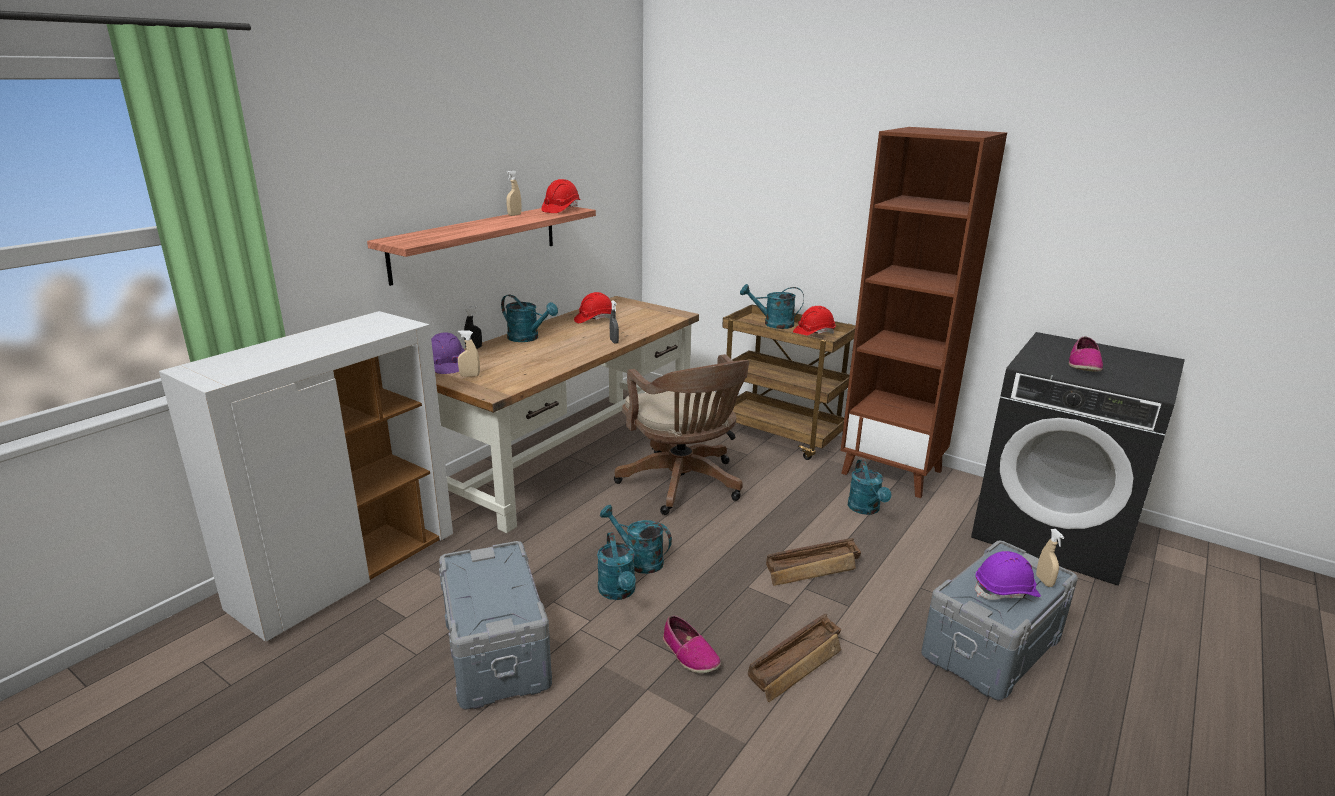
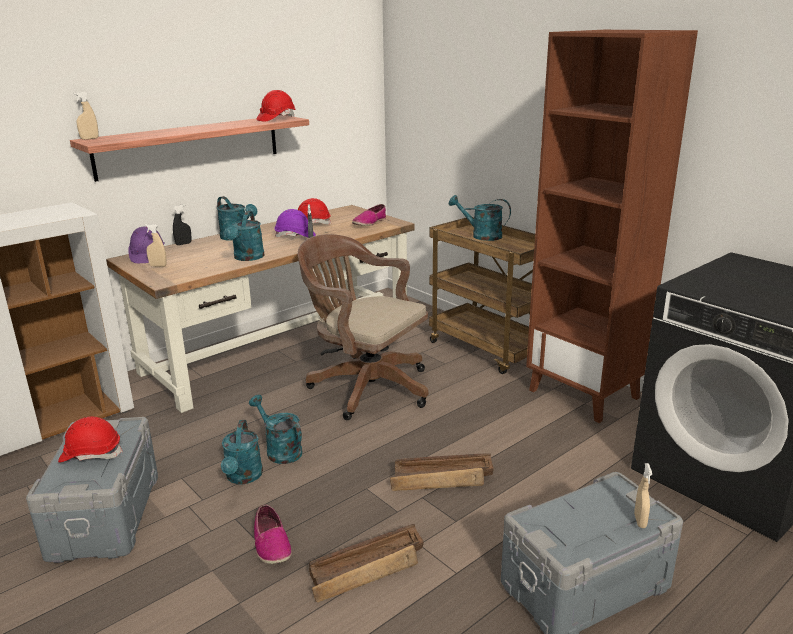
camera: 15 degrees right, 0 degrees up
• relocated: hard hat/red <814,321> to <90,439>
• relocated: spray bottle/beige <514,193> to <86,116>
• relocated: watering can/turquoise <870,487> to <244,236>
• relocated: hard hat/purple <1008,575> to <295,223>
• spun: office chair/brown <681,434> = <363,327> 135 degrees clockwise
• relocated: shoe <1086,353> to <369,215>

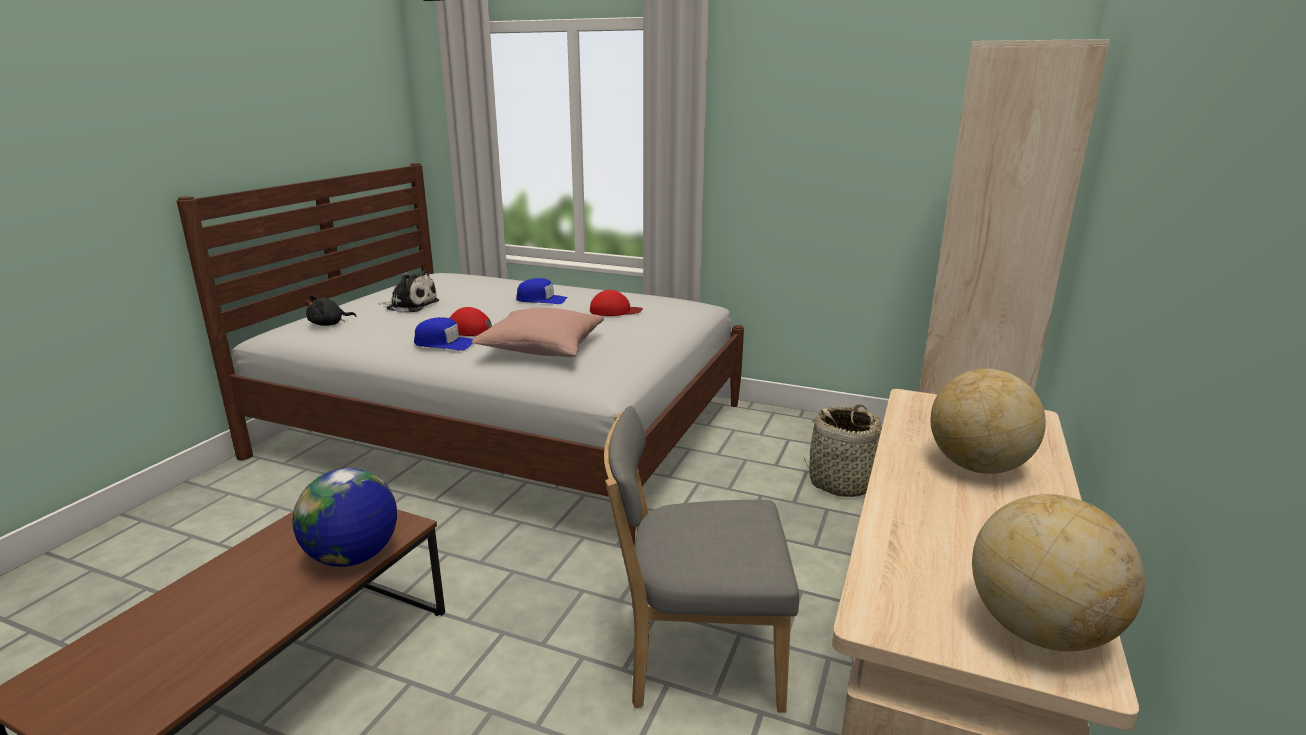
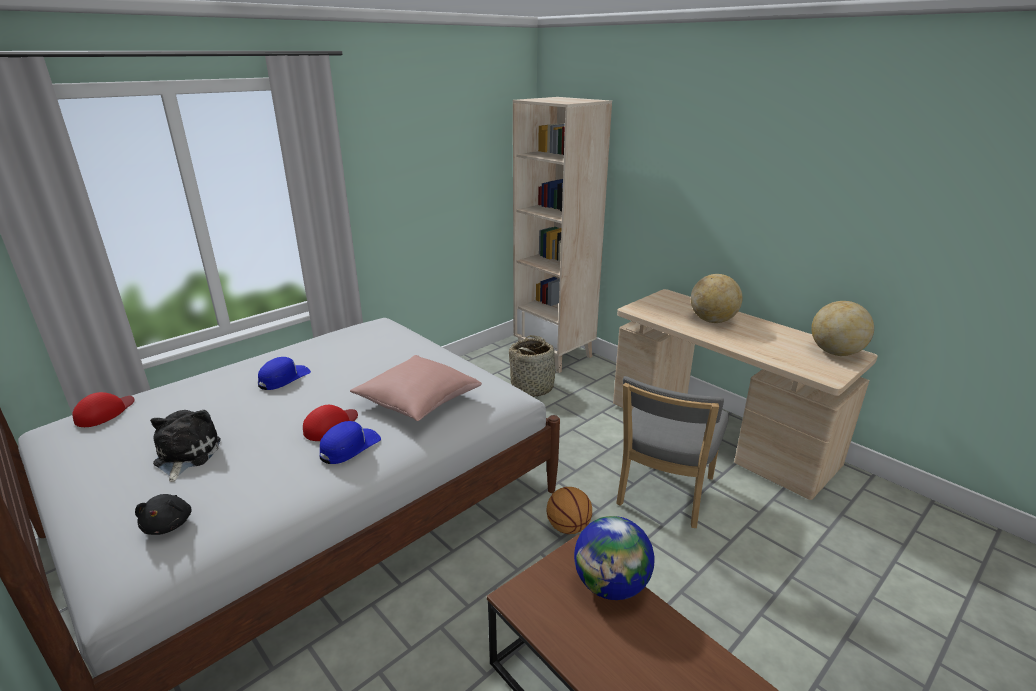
camera: 65 degrees left, 5 degrees up
• relocated: cap/red <616,303> to <103,409>
• spun: plush toy <409,291> = <185,446> 45 degrees counterclockwise
• appeared: basketball <569,510>

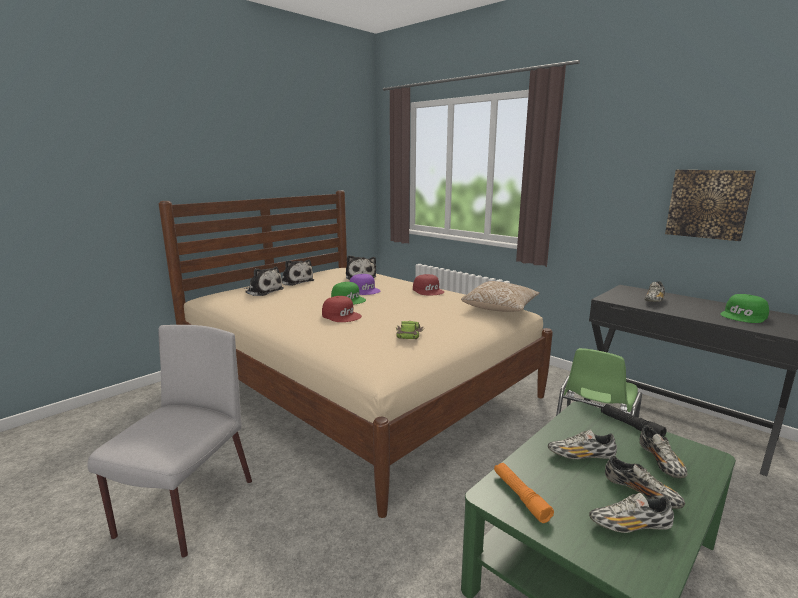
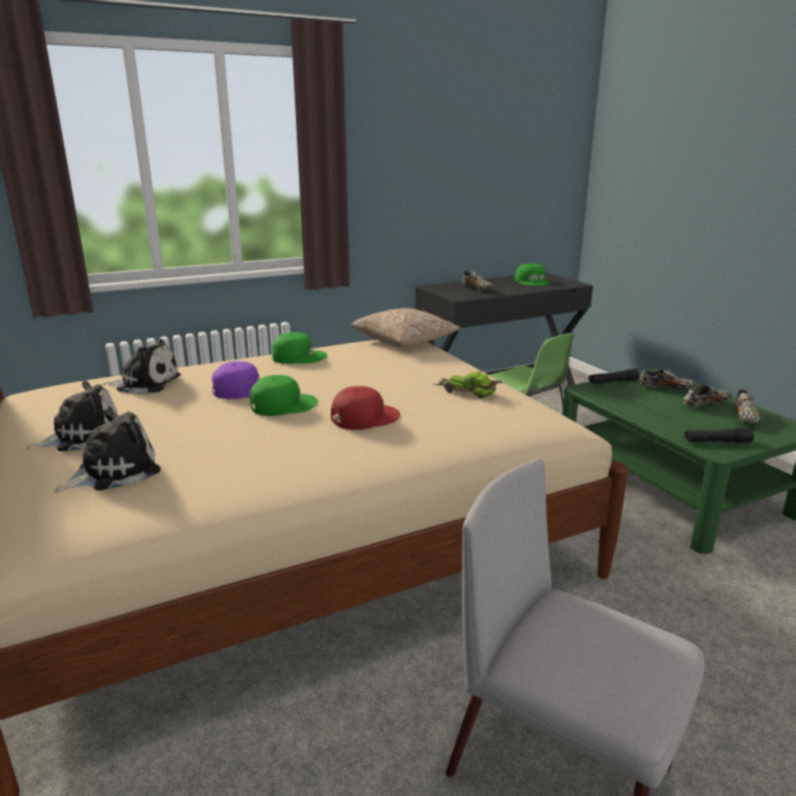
camera: 70 degrees left, 5 degrees up
• colour: cap/red <428,285> to cap/green <299,348>
• colour: flashlight/orange <524,493> to flashlight/black <719,435>
• missing: shoe <582,444>
• missing: picture <710,205>

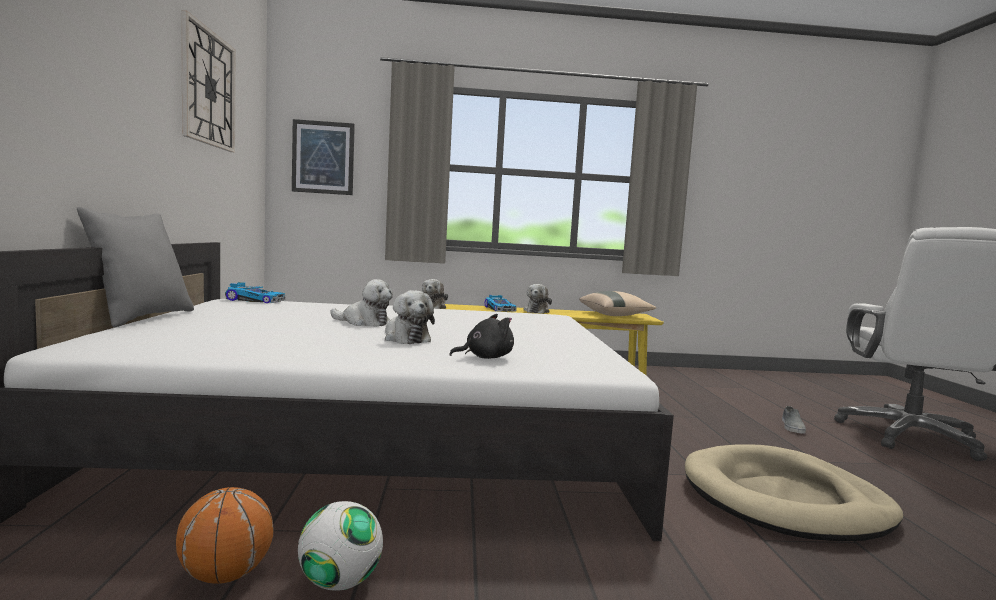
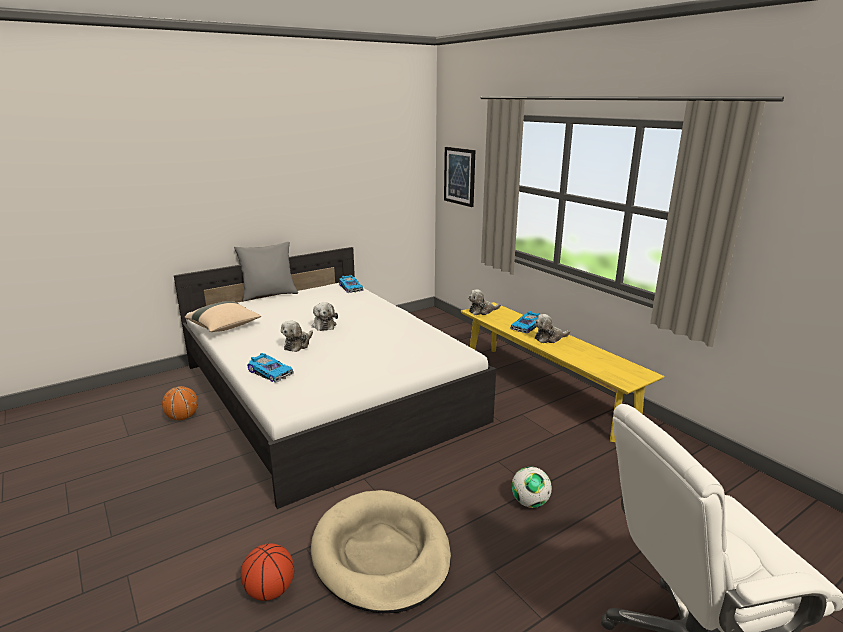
camera: 60 degrees right, 15 degrees up
• relocated: pillow/beige <617,303> to <223,316>
• appeared: basketball <267,572>
• exchanged: plush toy/black <481,336> to toy car <270,368>
• relocated: football <340,546> to <532,487>
• missing: wall clock <208,81>
• missing: shoe/grey <794,420>

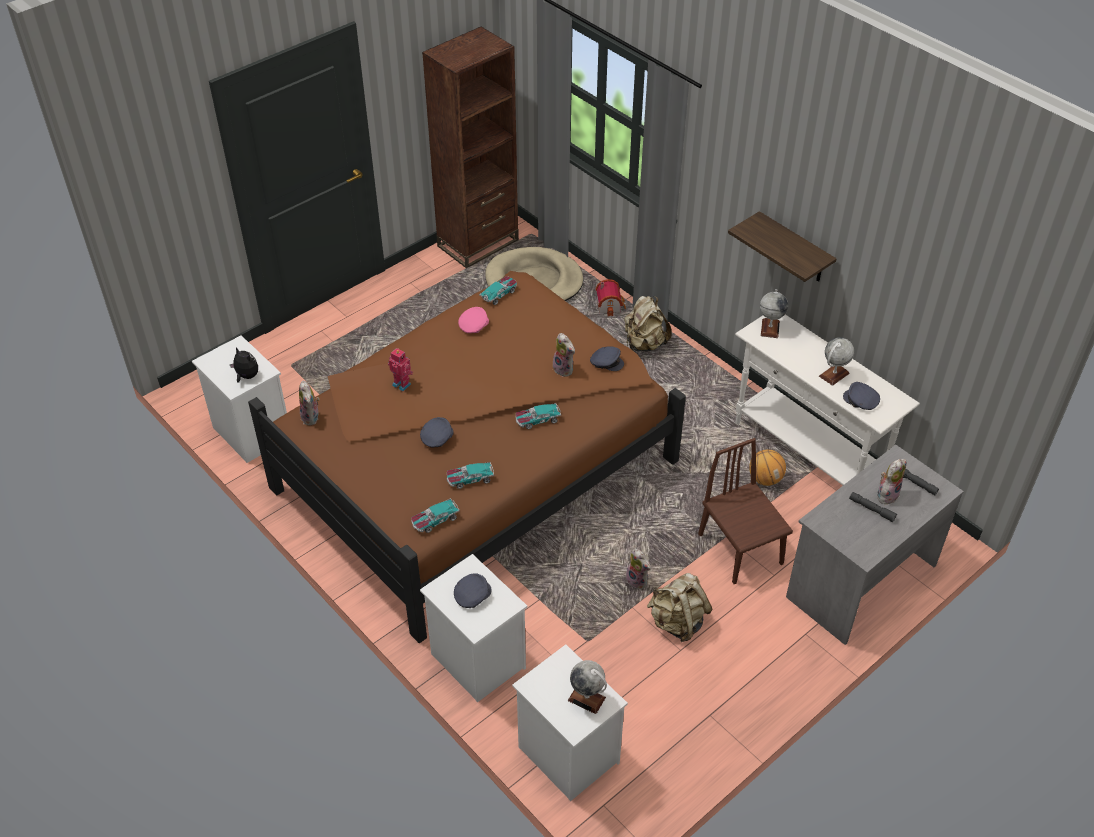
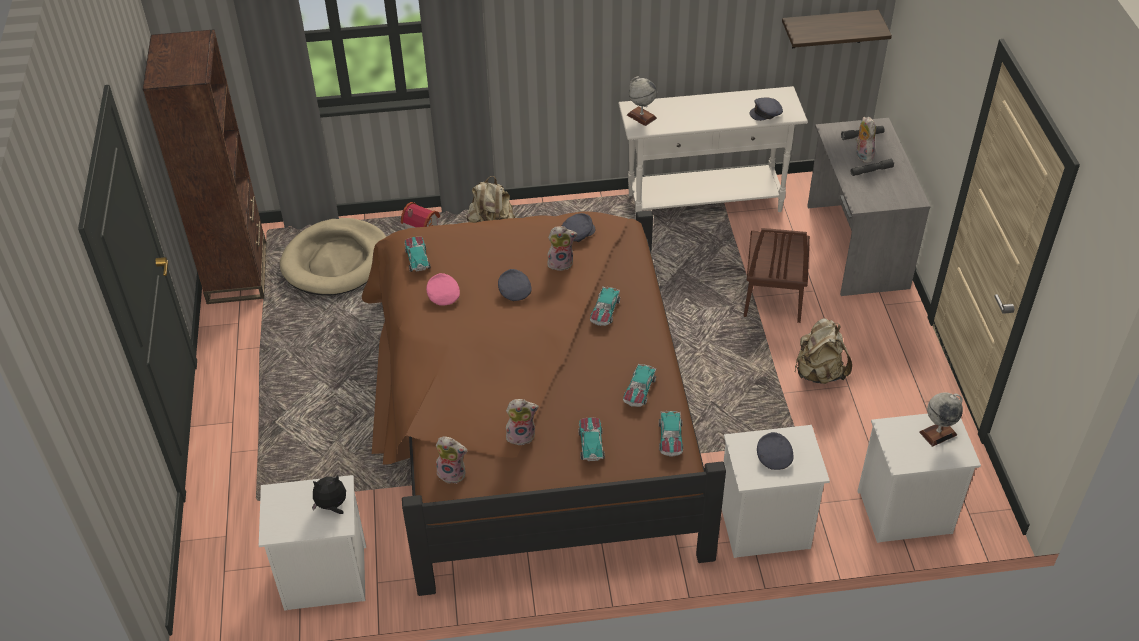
camera: 55 degrees left, 0 degrees up
• relocated: cap/grey <437,432> to <515,285>
• relocated: plush toy <638,569> to <522,422>
• appeared: toy car <591,439>
• spun: chair/brown <745,511> = <777,275> 90 degrees counterclockwise
• relocated: shelf <782,246> to <837,29>
• missing: toy robot <400,369>
• missing: basketball <767,467>
• missing: globe <836,361>

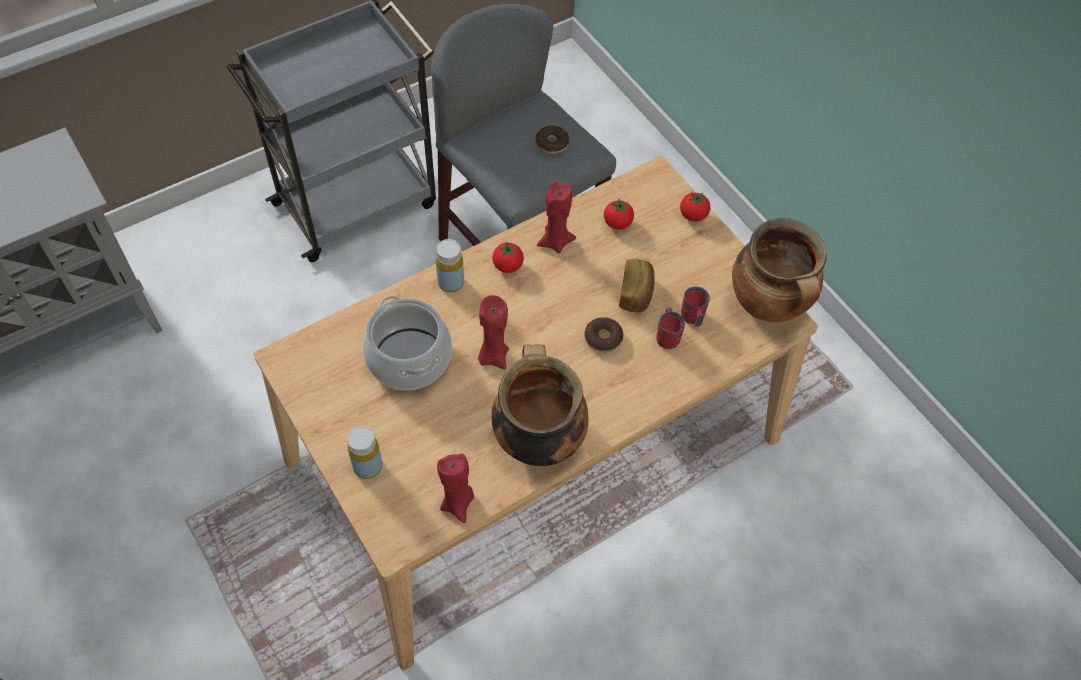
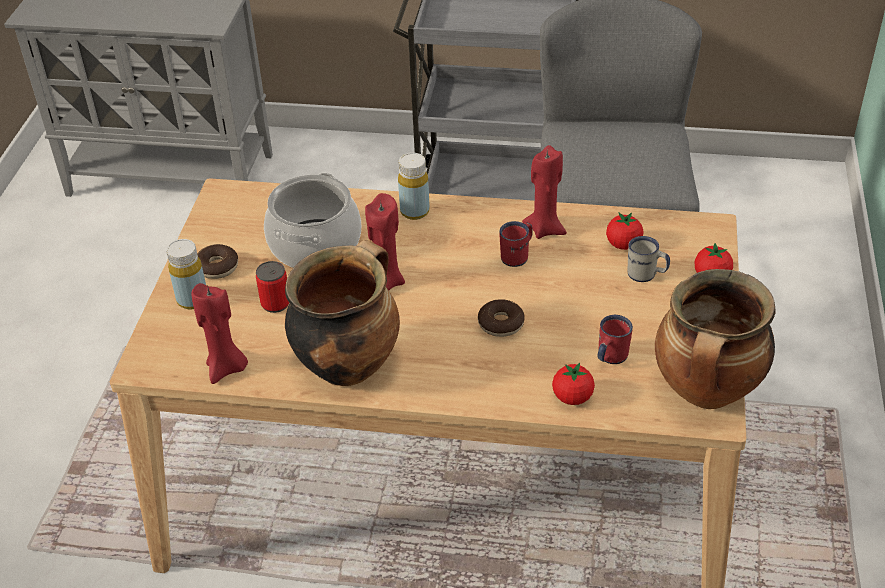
camera: 45 degrees right, 15 degrees down
• relocated: donut <552,140> to <217,261>
• appeared: can <272,287>
• relocated: mug/red <671,328> to <516,244>
• relocated: tomato <508,257> to <573,384>
• appeared: mug/white <648,259>
• missing: bread <637,285>

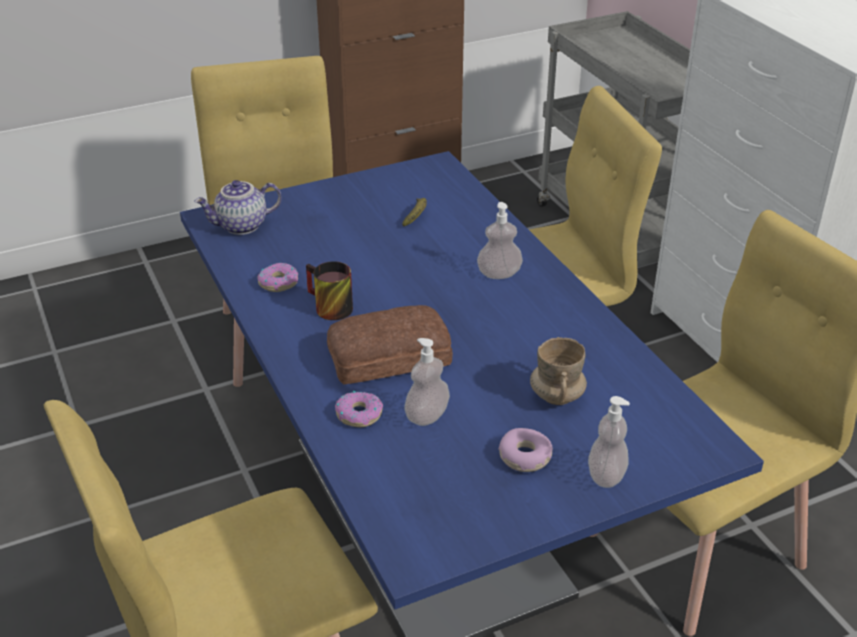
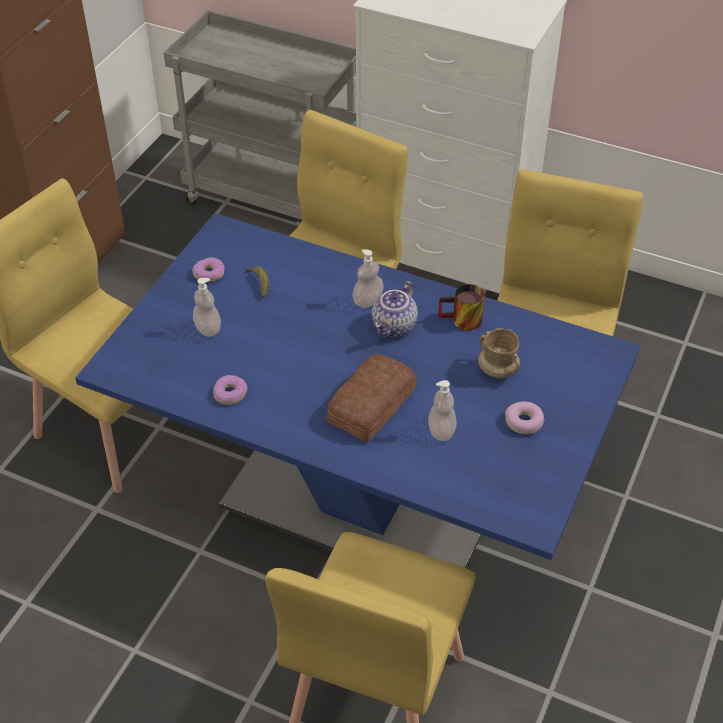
camera: 40 degrees left, 10 degrees up
• relocated: donut <359,409> to <208,269>
• relocated: soap dispenser <609,442> to <207,307>
• relocated: teapot <238,207> to <395,309>
• relocated: mug <329,291> to <461,307>

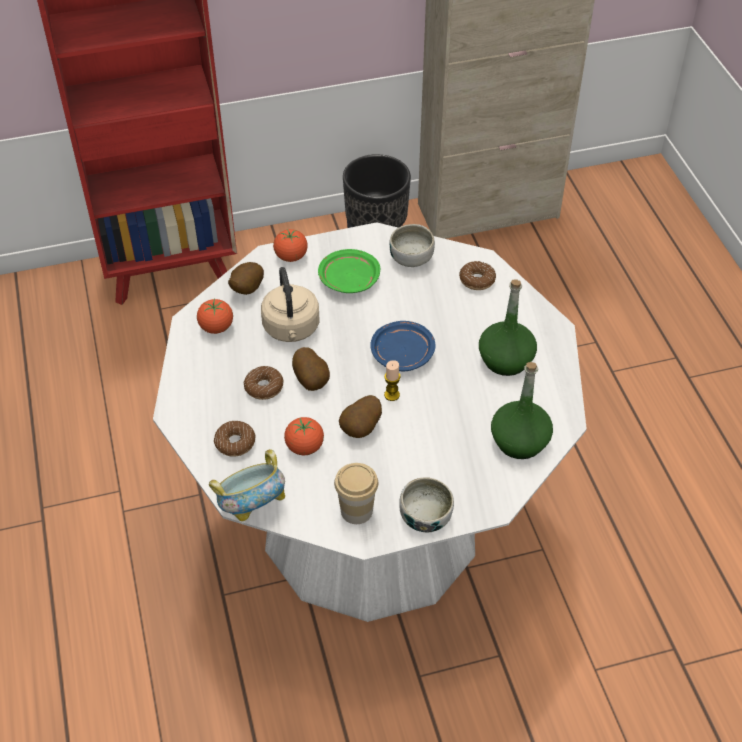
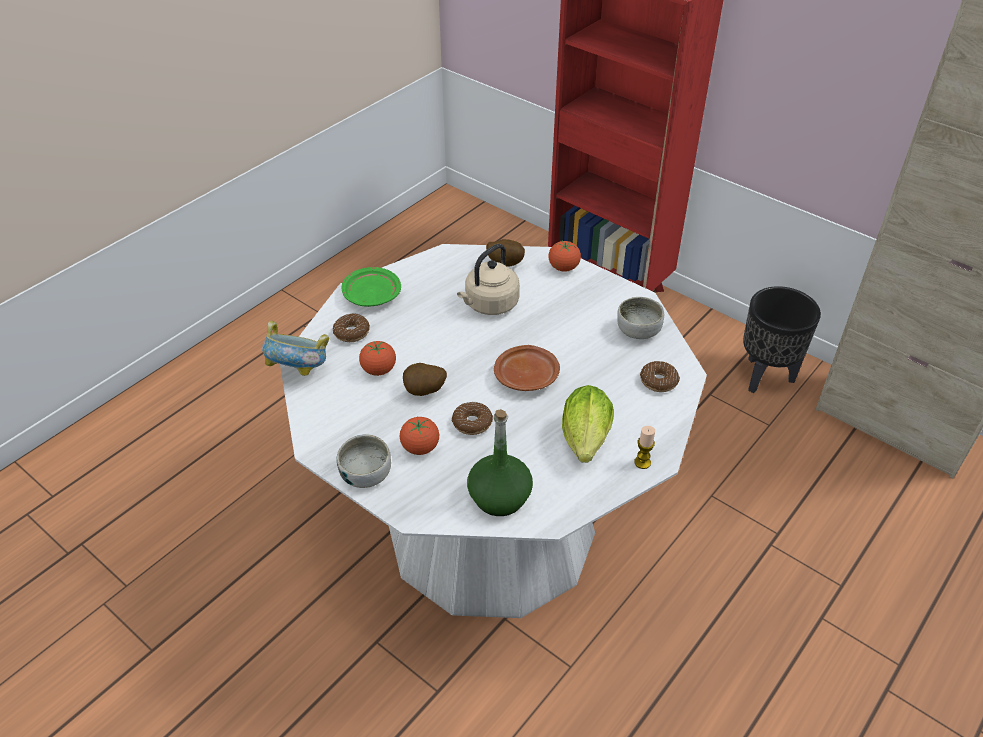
camera: 55 degrees right, 5 degrees down
• relocated: plate/green <349,271> to <371,287>
• relocated: tomato <215,316> to <419,436>
• relocated: donut <264,383> to <472,418>
• colour: plate/blue <402,346> to plate/brown <527,368>
• exchanged: bottle/green <508,327> to lettuce <588,424>
• relocated: candle <392,380> to <644,447>
• missing: potato <311,369>
• missing: cup <356,493>

